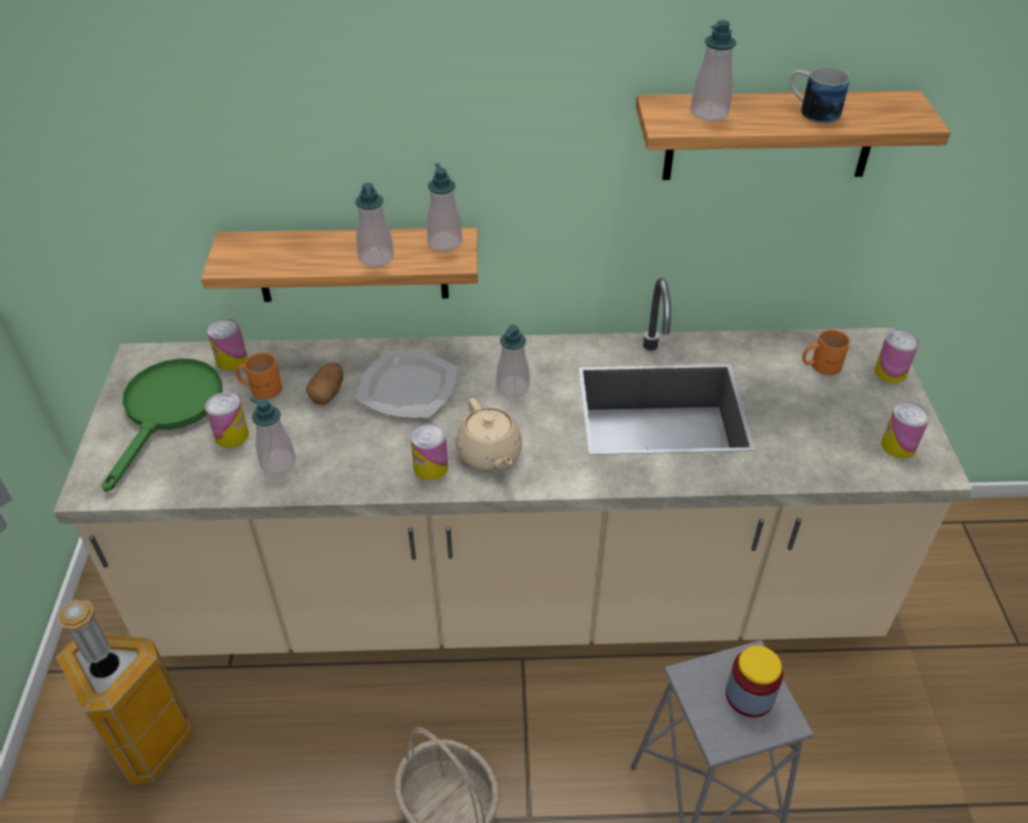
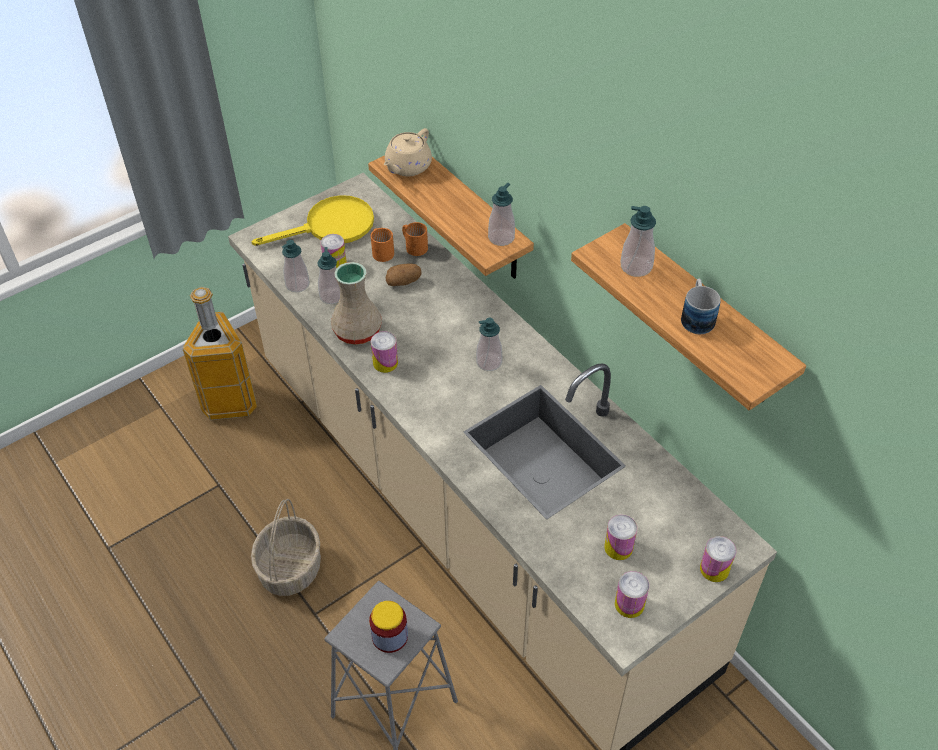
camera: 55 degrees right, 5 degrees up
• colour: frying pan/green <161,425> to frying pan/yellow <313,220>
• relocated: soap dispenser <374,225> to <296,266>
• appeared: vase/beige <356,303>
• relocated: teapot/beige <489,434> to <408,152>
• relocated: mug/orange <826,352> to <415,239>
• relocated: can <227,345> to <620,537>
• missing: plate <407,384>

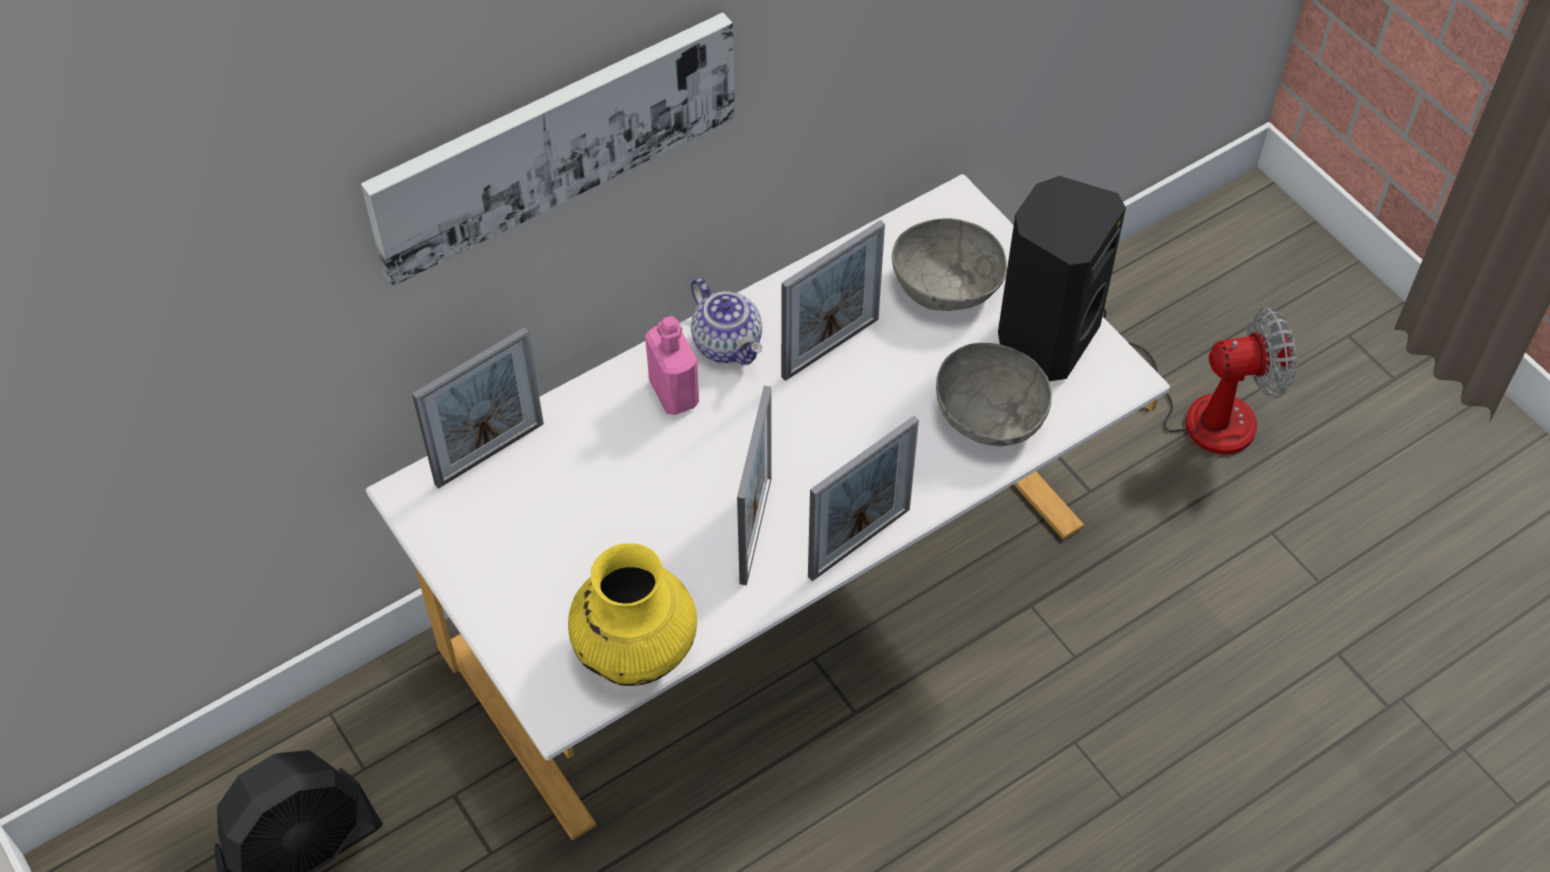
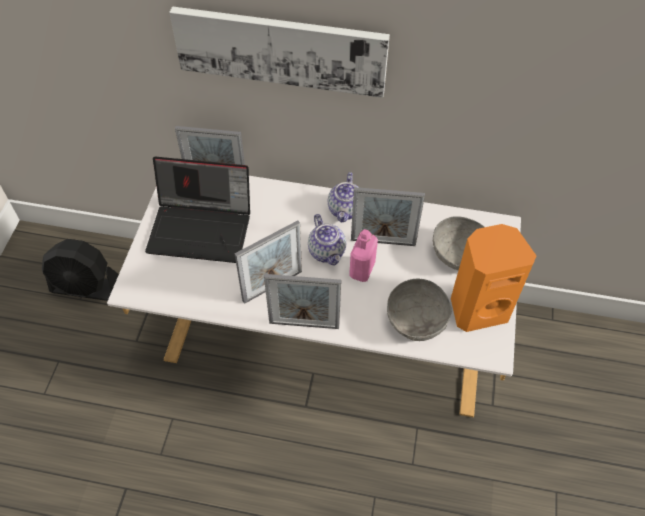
camera: 45 degrees right, 0 degrees up
• appeared: laptop <197,210>
• appeared: teapot <327,240>
• relocated: bottle/pink <672,365> to <363,255>
• colour: speaker/black <1062,278> to speaker/orange <493,278>
• missing: vase/yellow <632,614>
• missing: fan <1200,381>

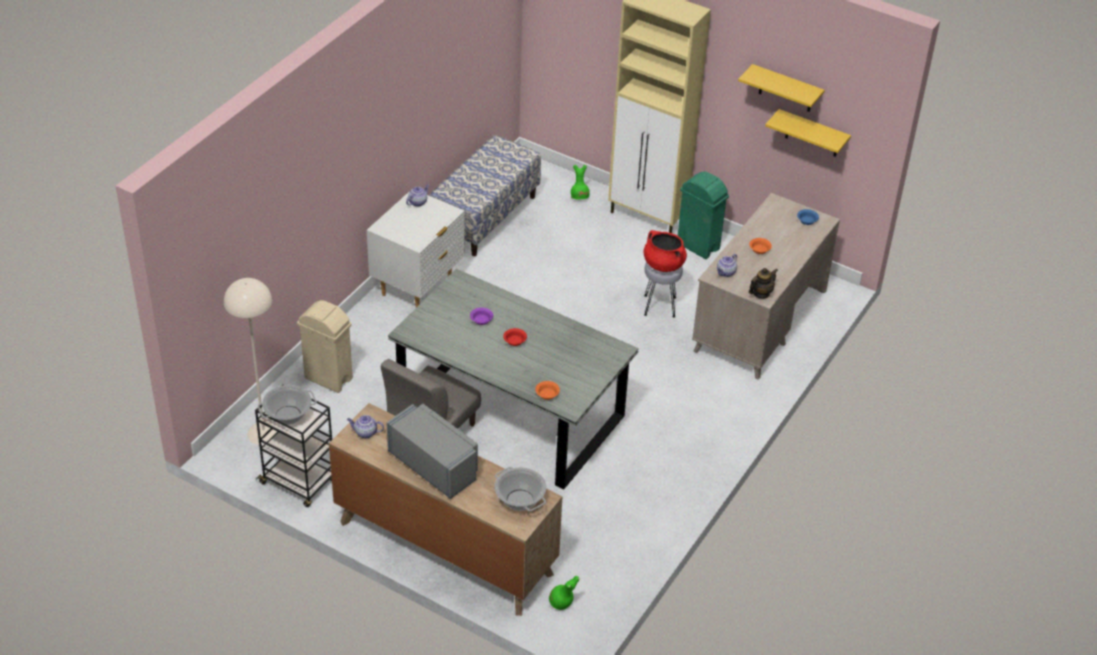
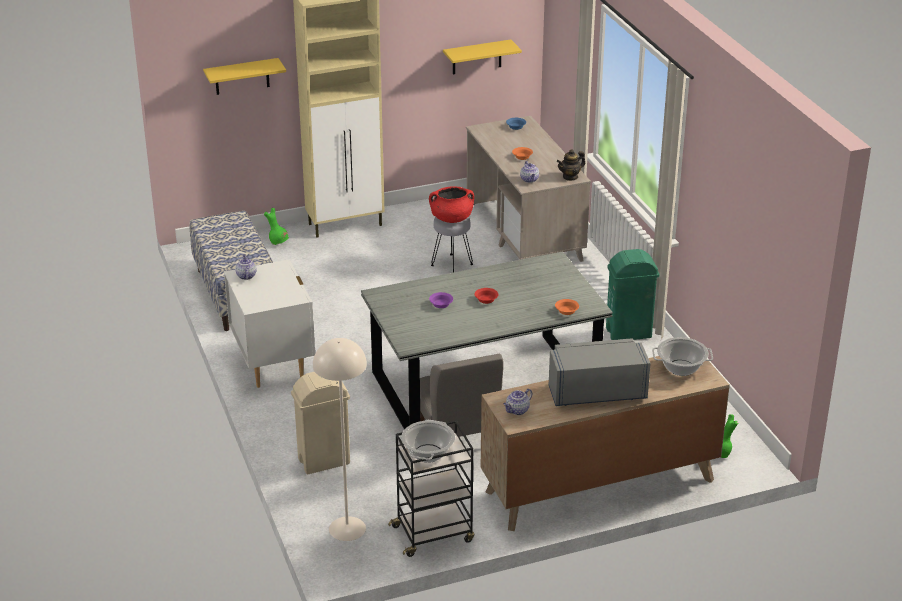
camera: 50 degrees left, 10 degrees down
• relocated: shelf/yellow <781,88> to <244,76>
• spun: teapot <763,283> = <571,165> 120 degrees counterclockwise
• relocated: trash can/green <703,215> to <632,294>

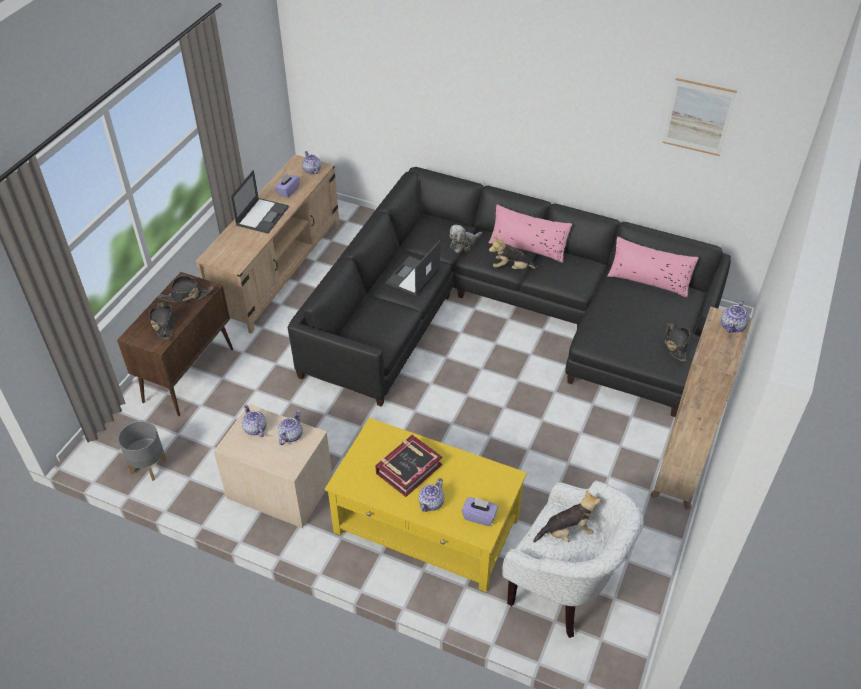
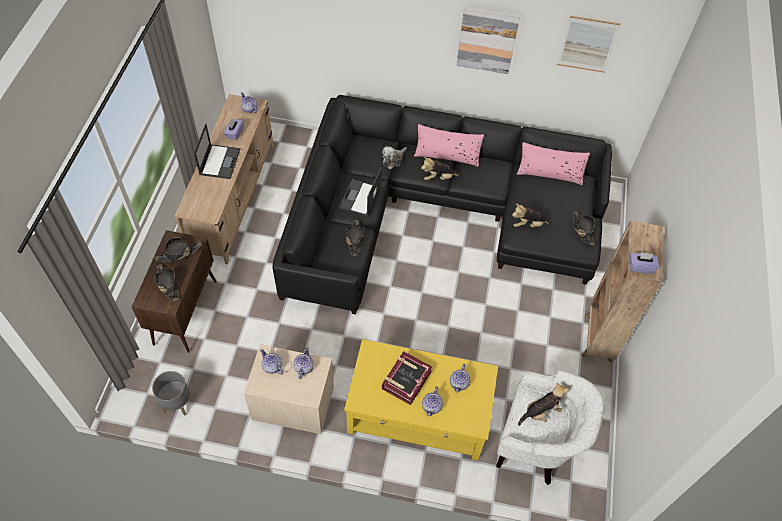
camera: 15 degrees left, 10 degrees up
• appeared: hat/black <355,238>
• relocated: teapot <735,316> to <460,378>
• appeared: picture <488,40>
• appeared: plush toy <532,215>
• relocated: tissue box/purple <480,511> to <645,263>

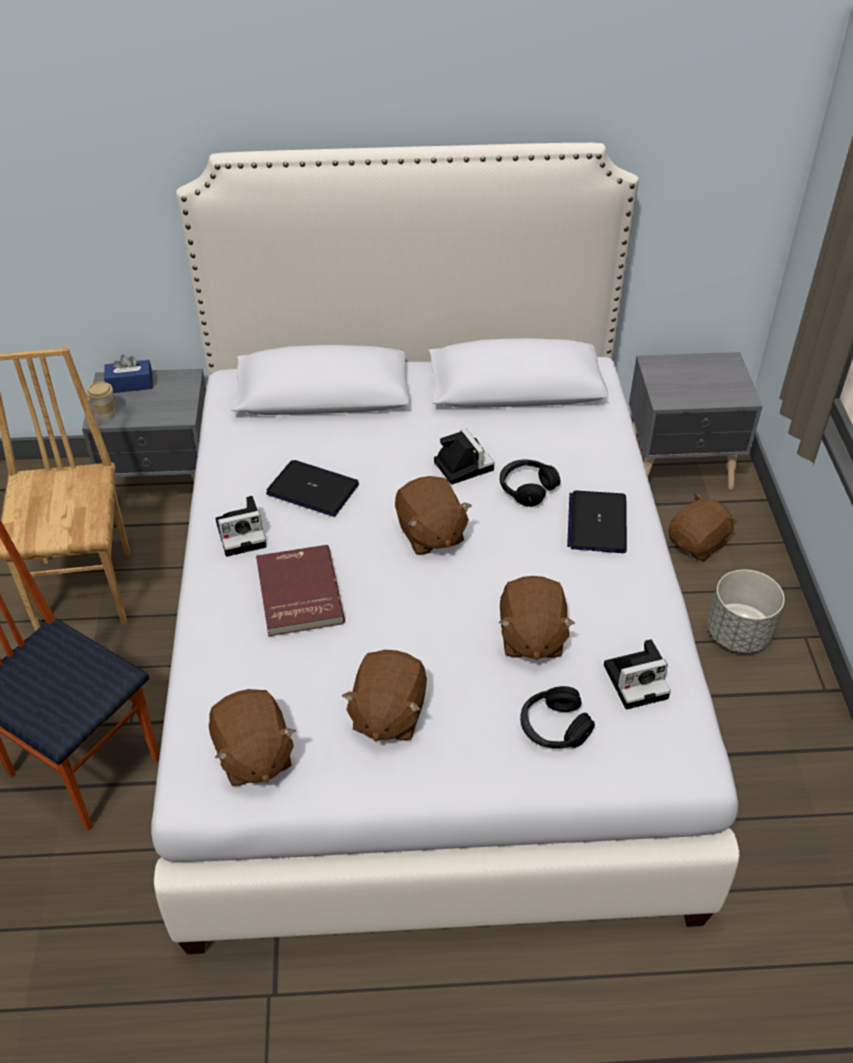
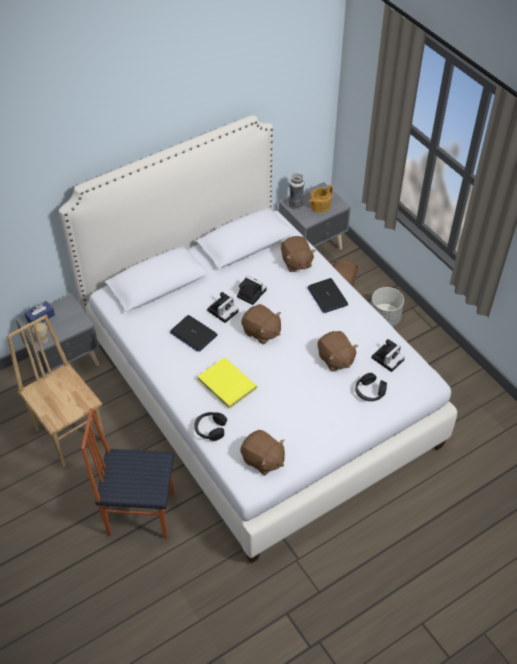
camera: 30 degrees left, 5 degrees up
• spun: laptop <312,488> = <194,333> 135 degrees counterclockwise
• relocated: headphones/black <530,483> to <210,426>
• colour: book/red <300,590> to book/yellow <227,383>
• relocated: photo camera <241,526> to <222,307>
• relocated: plush toy/brown <384,696> to <298,254>
• appeared: vase <296,191>
• appeared: teapot <321,199>

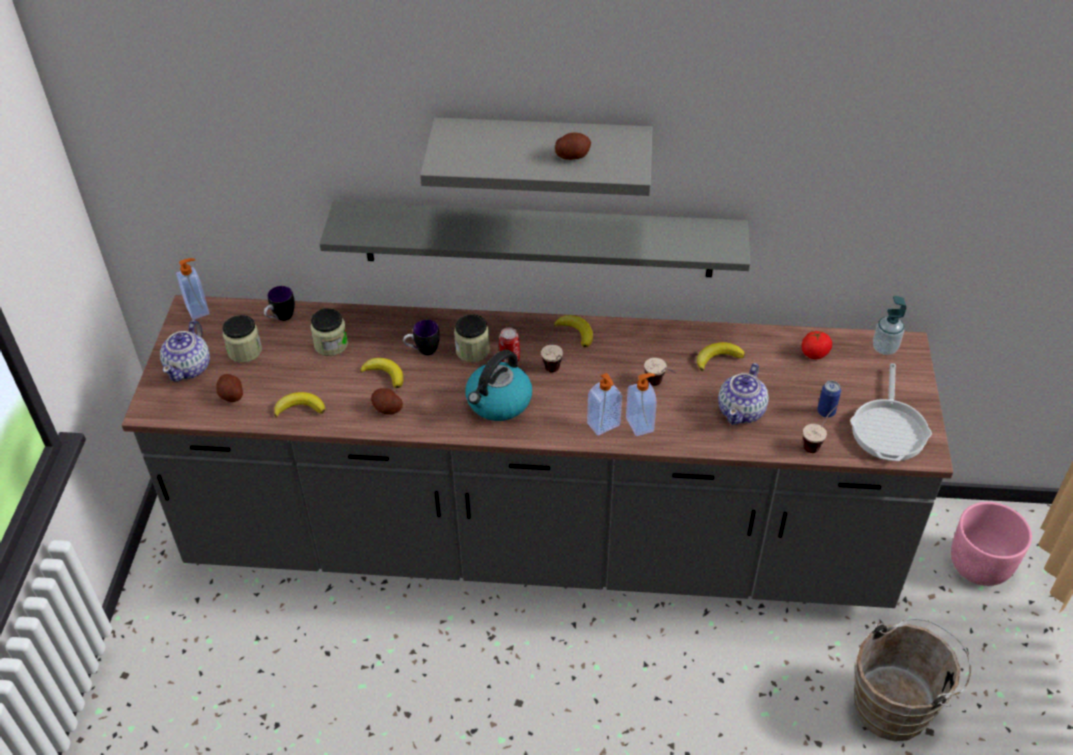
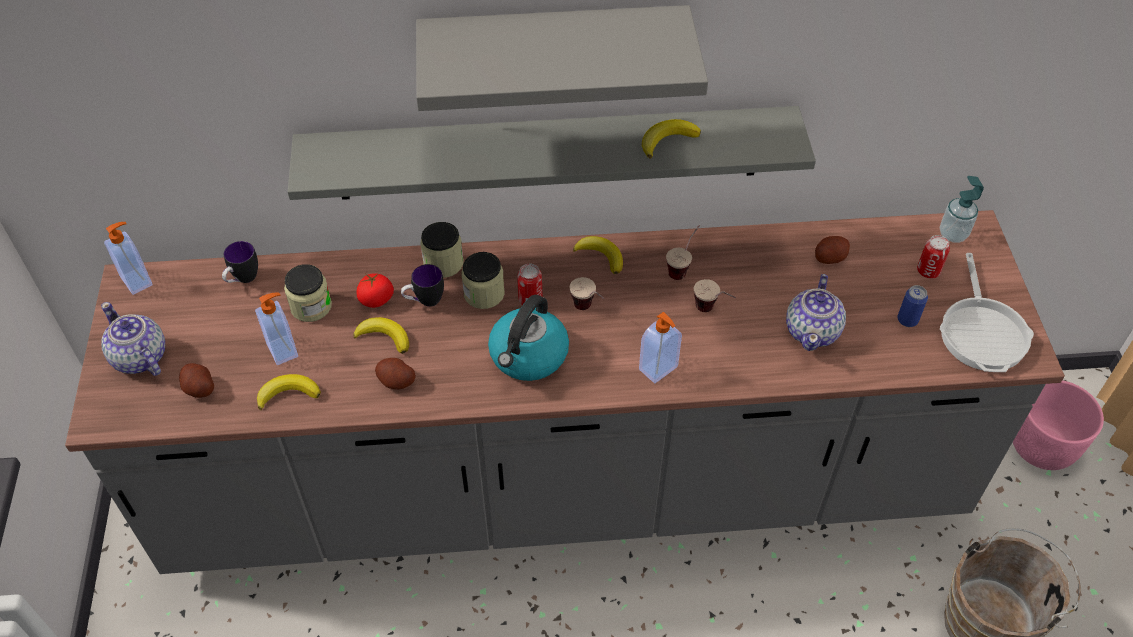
camera: 10 degrees left, 5 degrees up
• spun: teapot <185,351> = <133,339> 135 degrees clockwise
• relocated: soap dispenser <641,405> to <276,329>
• relocated: tomato <817,344> to <375,290>
• relocated: jar <242,339> to <442,250>
• relocated: banana <721,356> to <671,139>
• relocated: cup <820,429> to <683,252>
• relocated: potato <573,146> to <832,250>
• appeared: can <933,257>

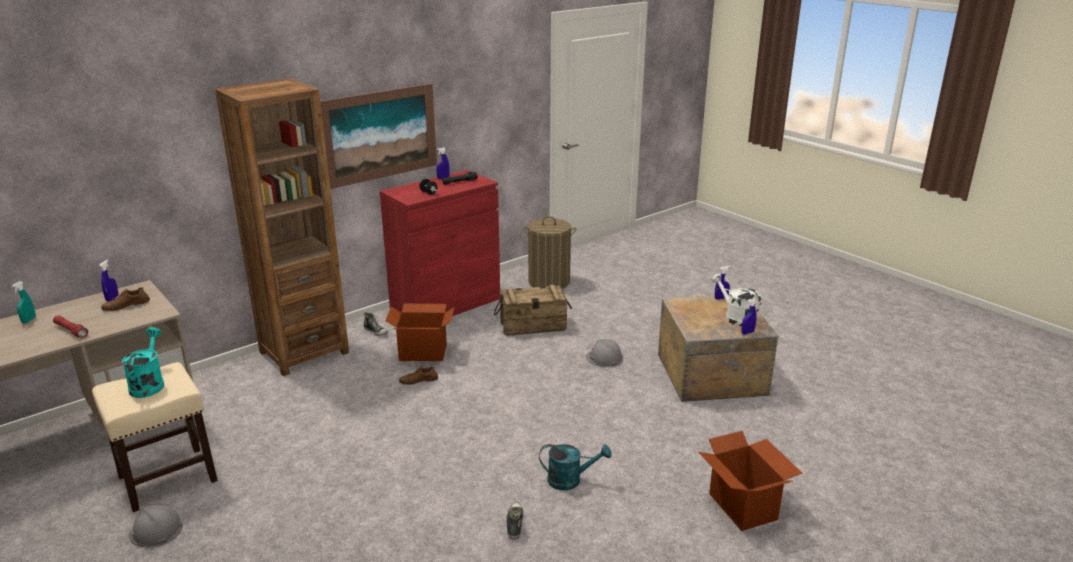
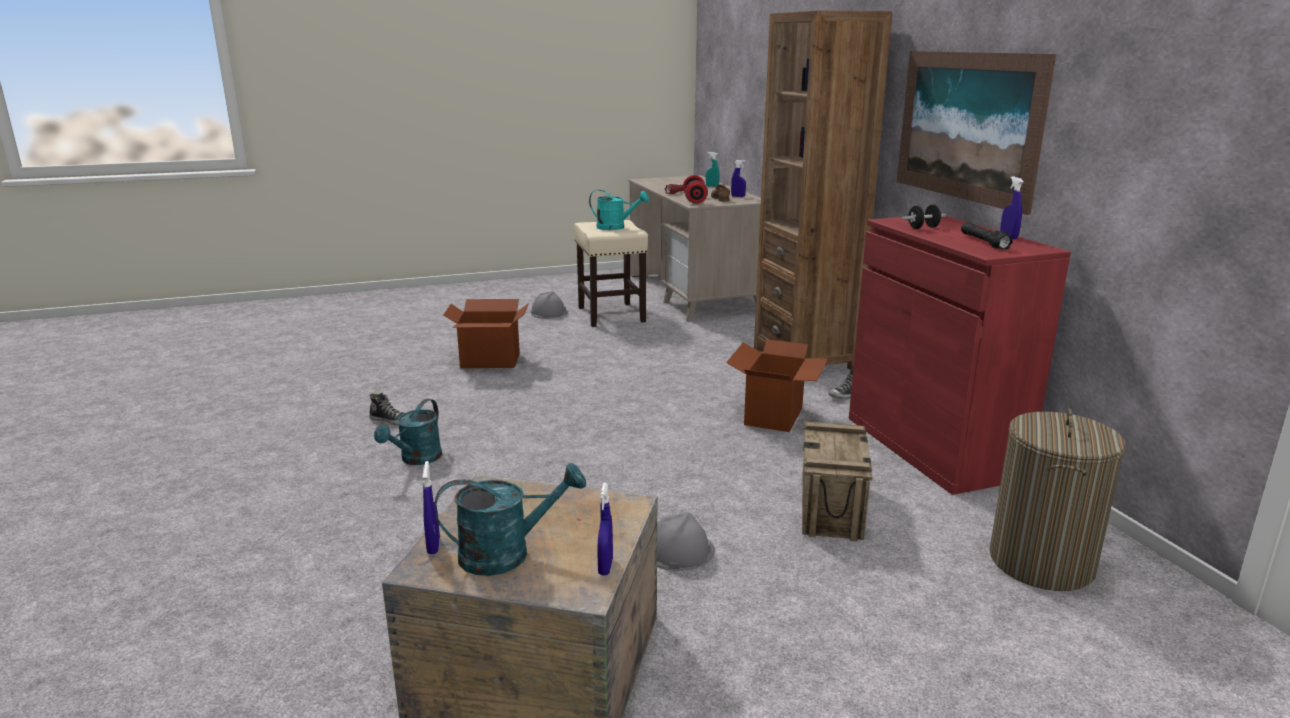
camera: 110 degrees right, 5 degrees down
• colour: watering can/white <736,300> to watering can/turquoise <510,519>
• relocated: cardboard box <750,481> to <486,333>
• appeared: dumbbell/red <695,189>
• missing: shoe/brown <418,375>

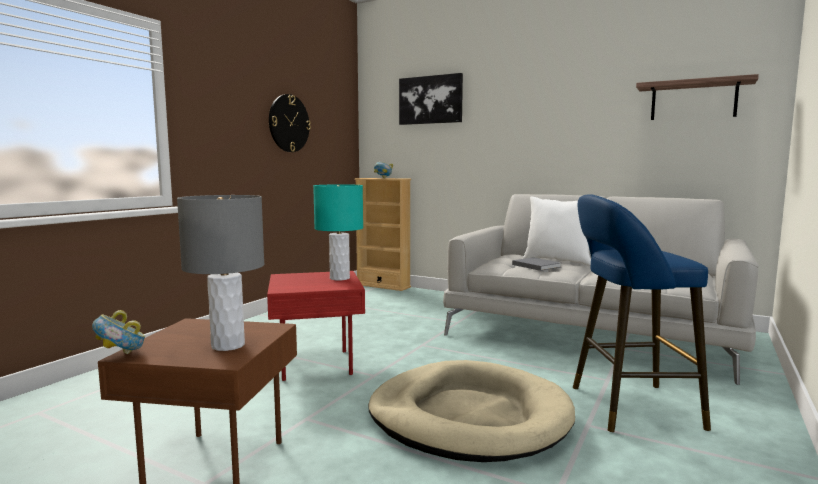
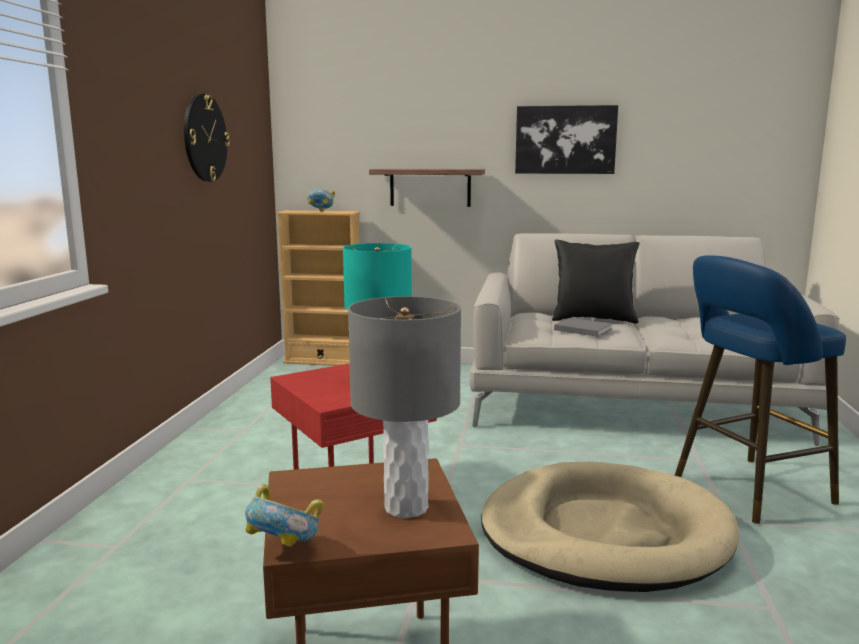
camera: 20 degrees left, 5 degrees up
• relocated: shelf <697,97> to <427,188>
• relocated: picture <431,99> to <566,139>
• colour: pillow/white <557,231> to pillow/black <595,281>

